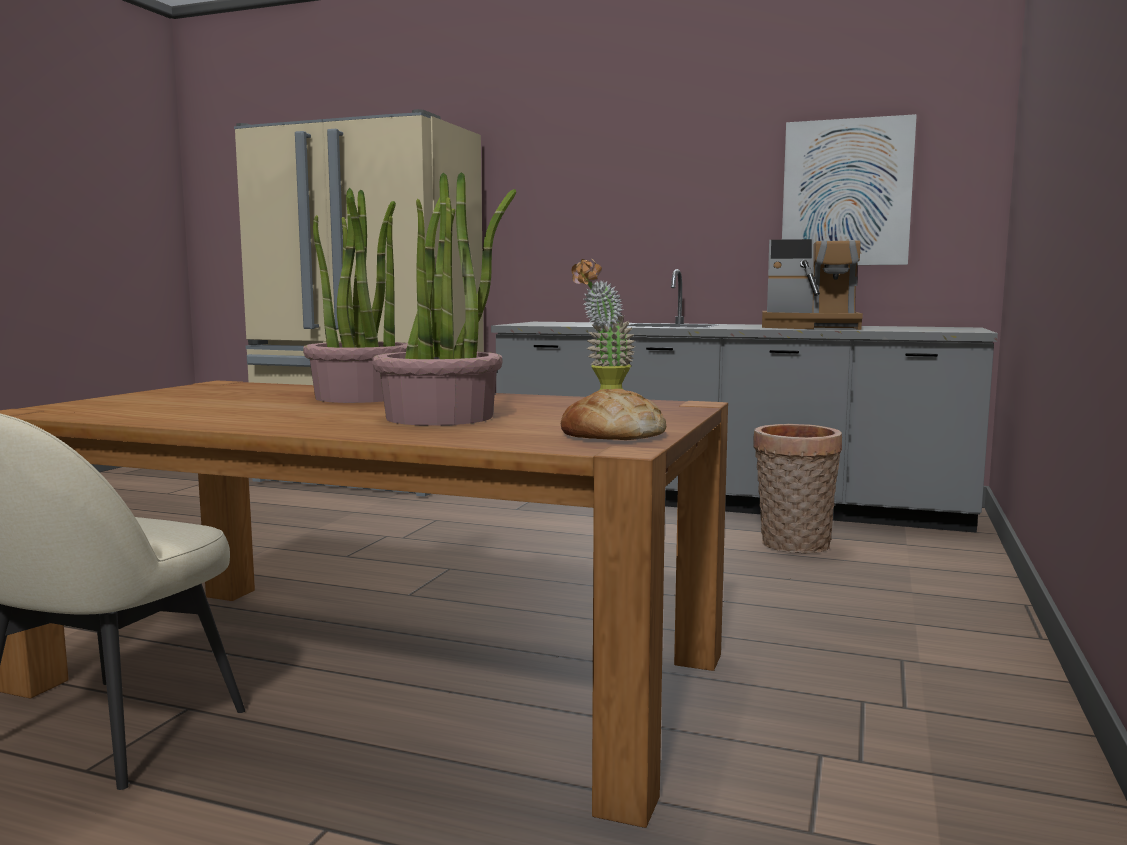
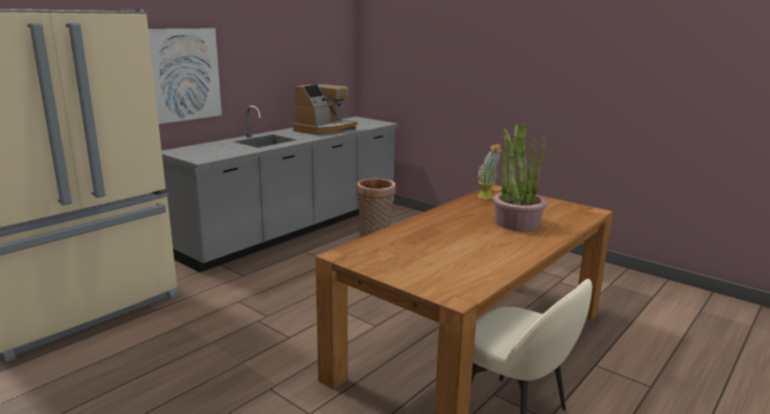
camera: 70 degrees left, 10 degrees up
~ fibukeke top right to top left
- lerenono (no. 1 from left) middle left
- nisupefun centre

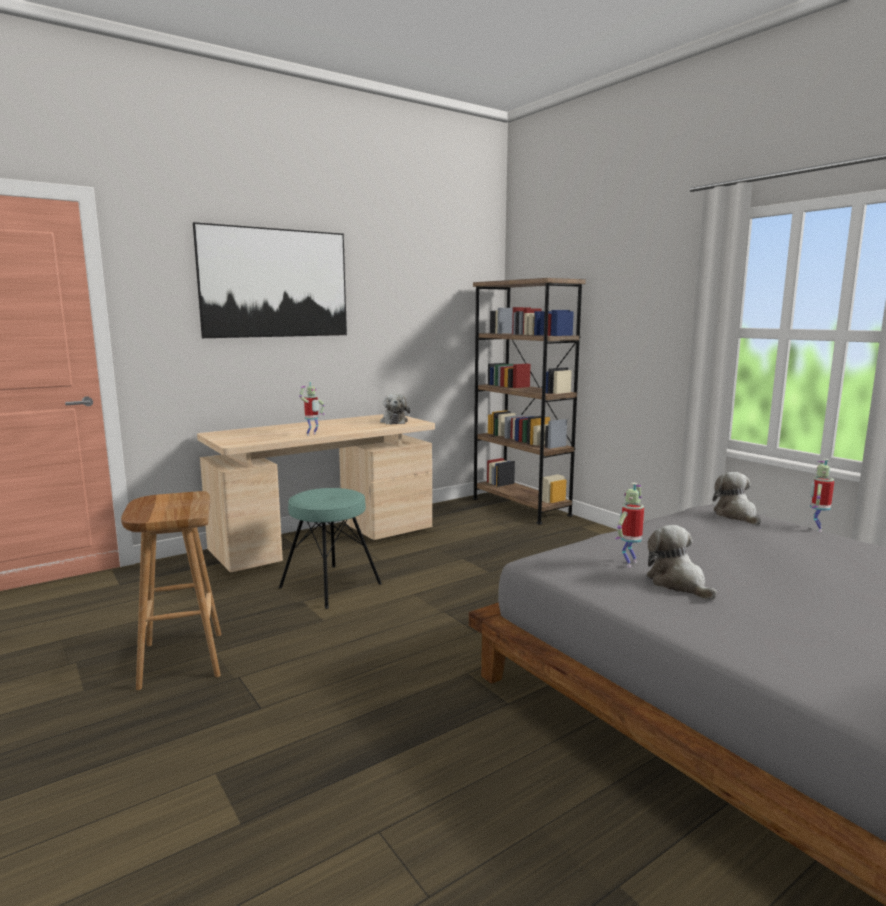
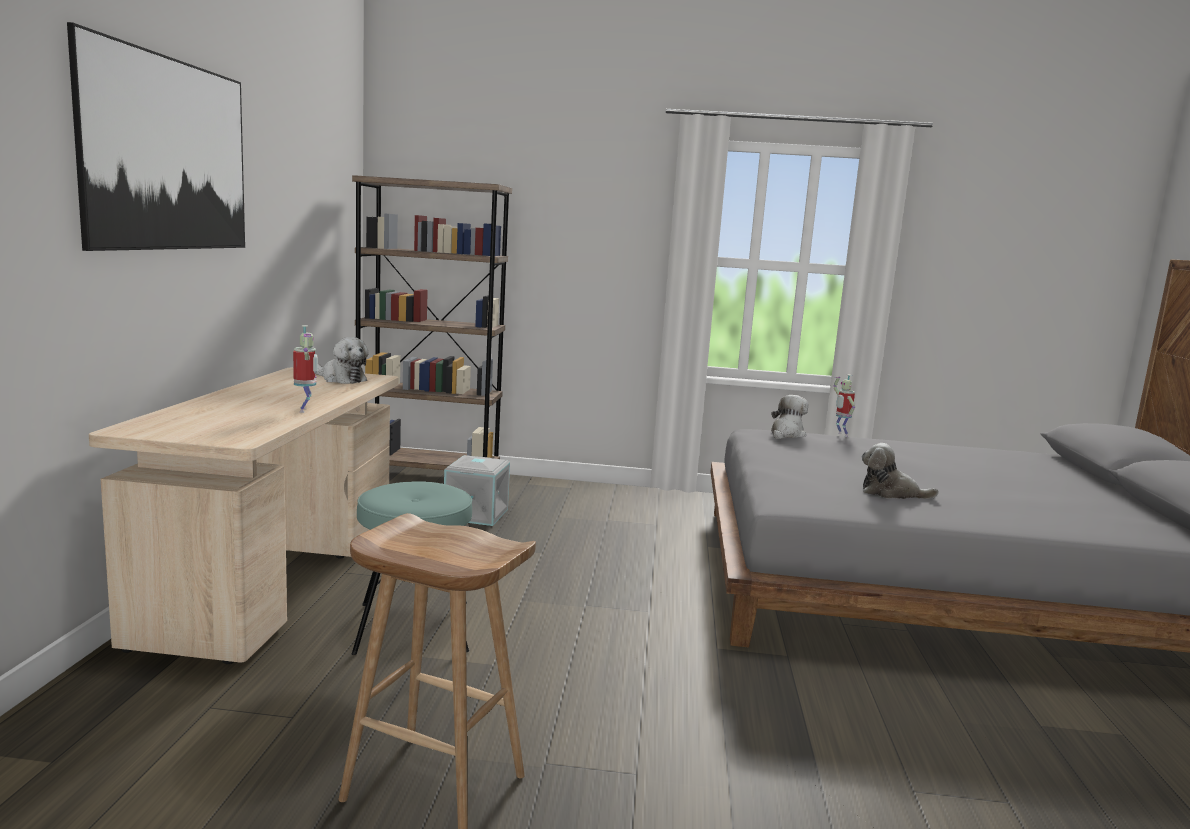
camera: 50 degrees left, 0 degrees up
~ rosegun (no. 3 from left in the first image) middle right = centre 90 degrees clockwise
- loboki (no. 2 from left) middle right
+ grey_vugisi centre

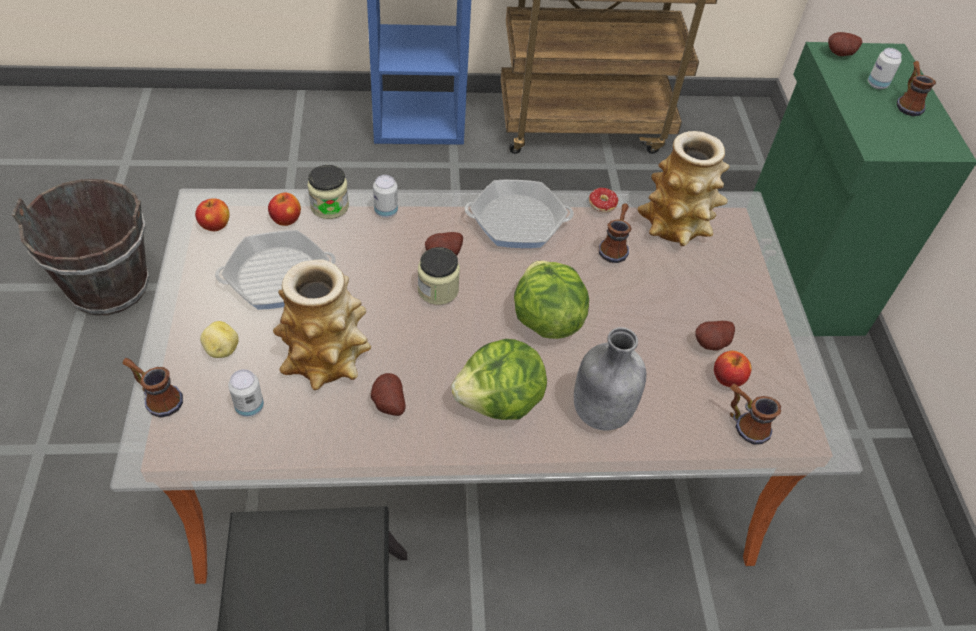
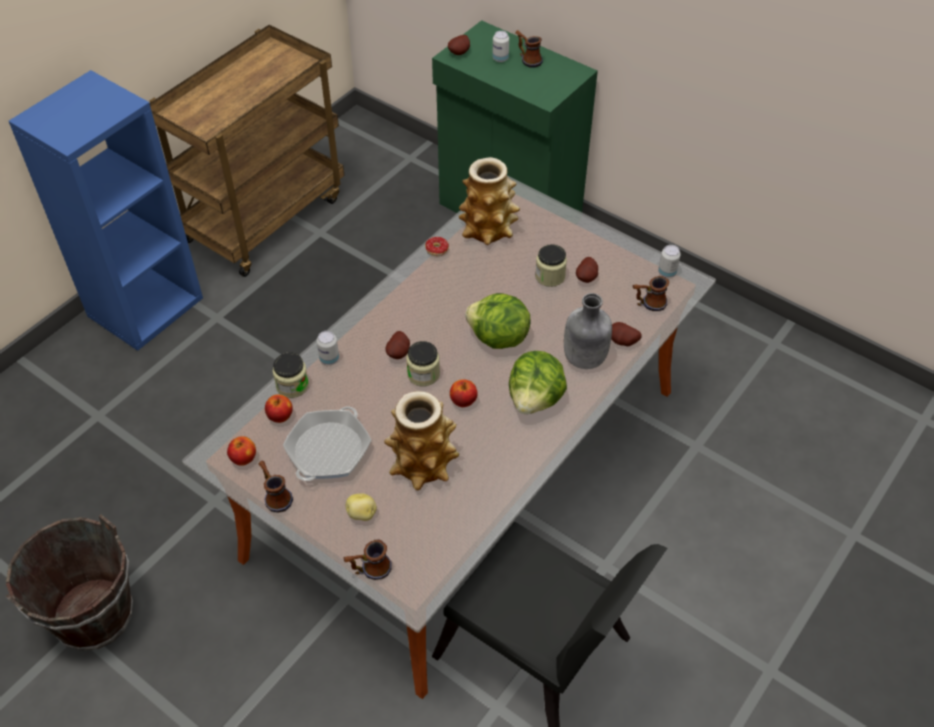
camera: 45 degrees left, 0 degrees up
- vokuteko (no. 2 from left) centre
~ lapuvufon (no. 2 from left in the first image) centre to lapuvufon (no. 1 from left) bottom left
~ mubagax (no. 3 from left) middle right to centre
~ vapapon (no. 1 from left in the first image) middle left to vapapon (no. 3 from left) middle right
~ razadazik (no. 2 from left in the first image) centre to razadazik (no. 5 from left) middle right
+ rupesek (no. 3 from left) centre

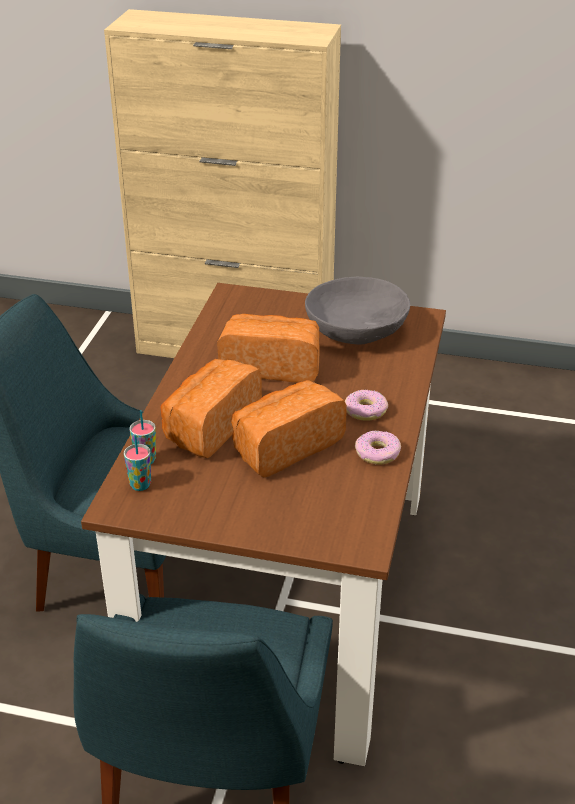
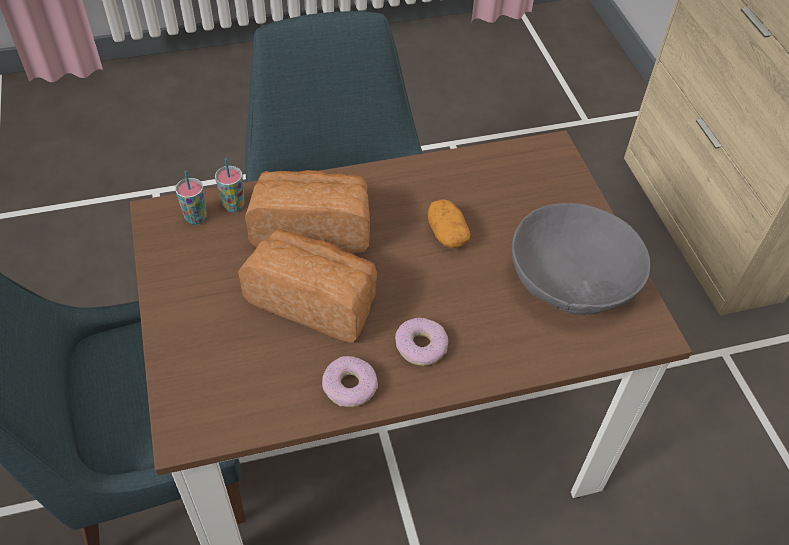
camera: 60 degrees right, 15 degrees up
~ nisupefun (no. 2 from left) centre to razadazik centre

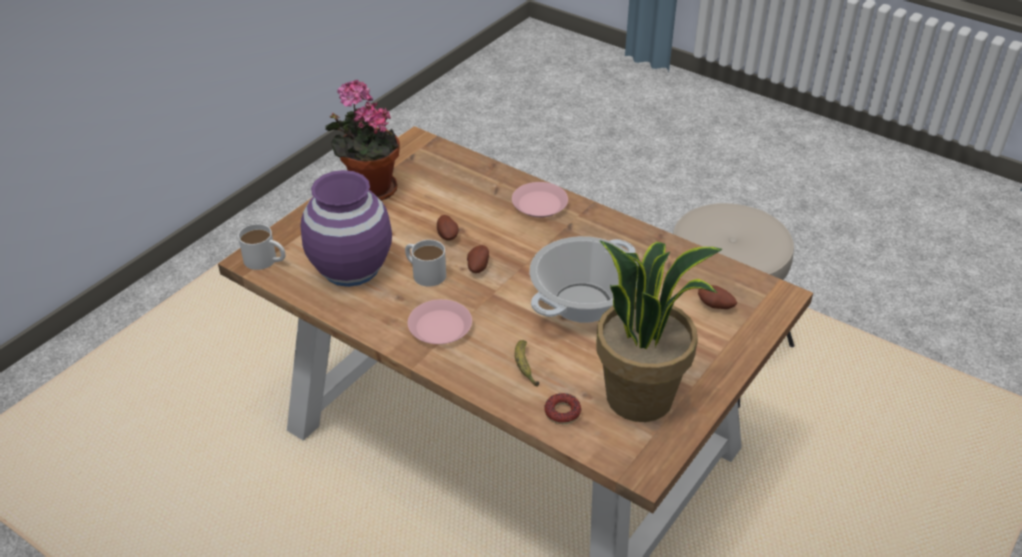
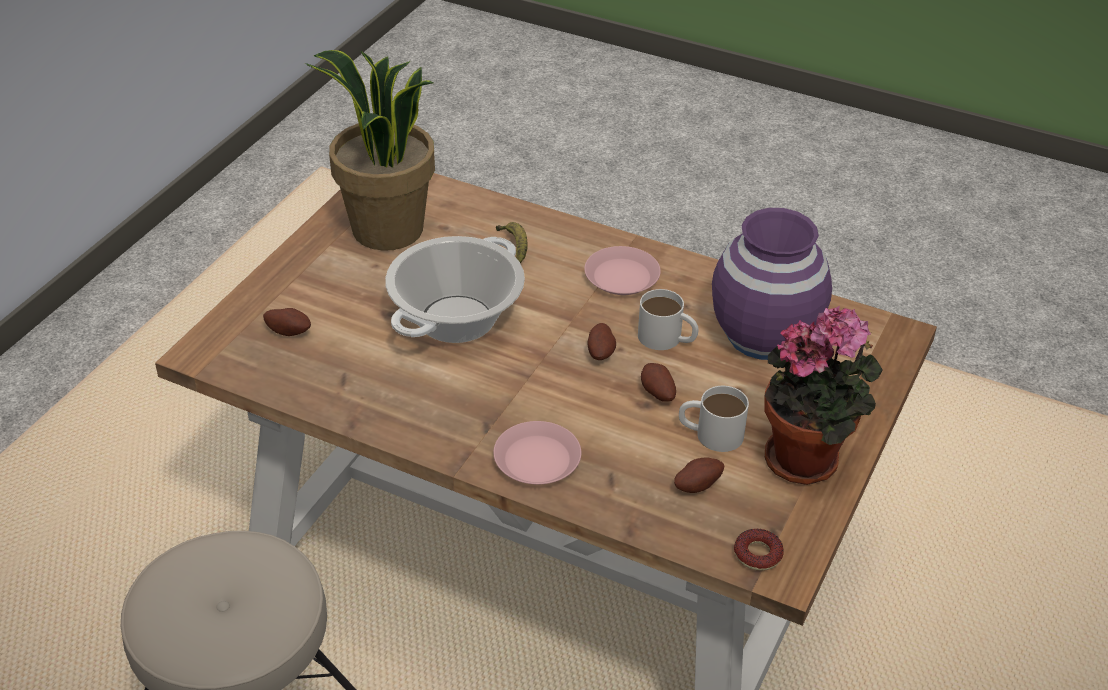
camera: 170 degrees right, 0 degrees up
~ white_lapuvufon (no. 1 from left in the first image) middle left to white_lapuvufon (no. 2 from left) centre
~ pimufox bottom centre to bottom right
+ razadazik (no. 4 from left) bottom centre

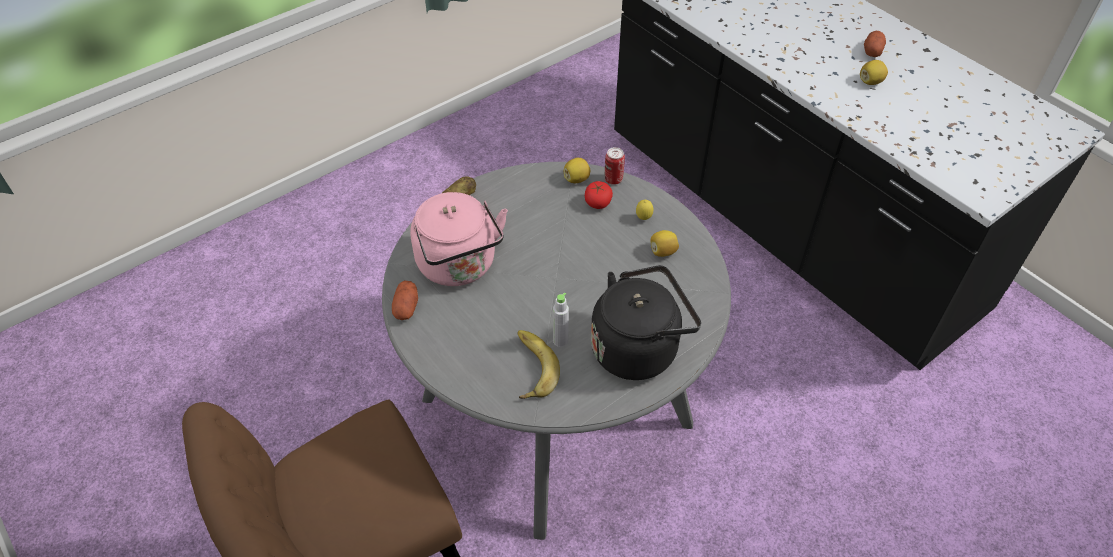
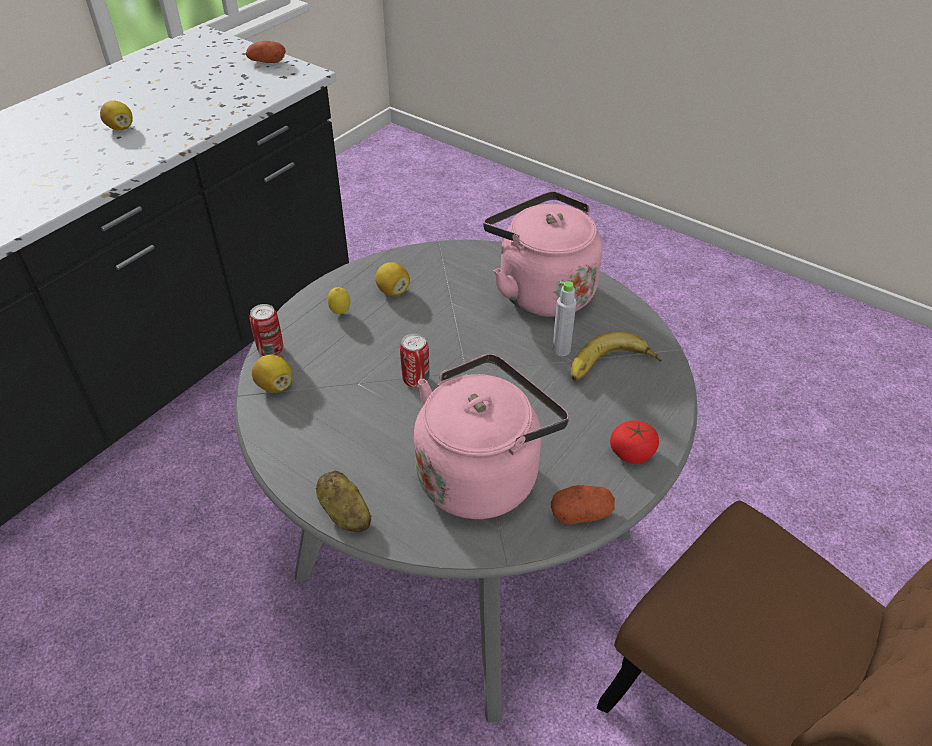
camera: 105 degrees left, 5 degrees down
~ razadazik (no. 3 from left in the first image) top right to razadazik (no. 1 from left) top left
~ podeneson centre to middle right
~ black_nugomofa centre to pink_nugomofa (no. 2 from left) centre
+ vapapon (no. 2 from left) centre

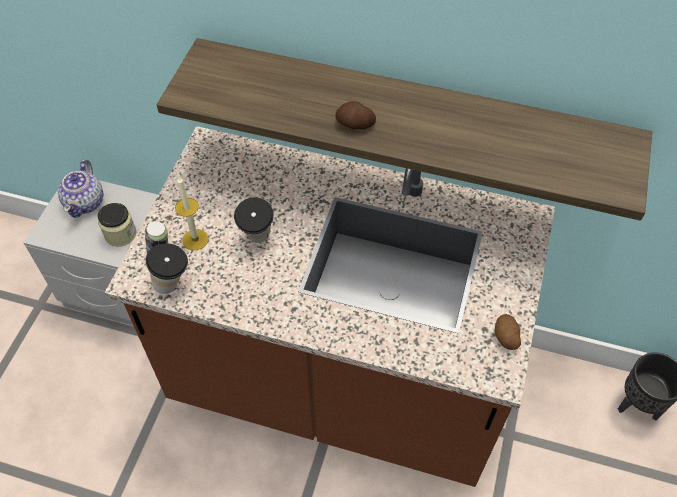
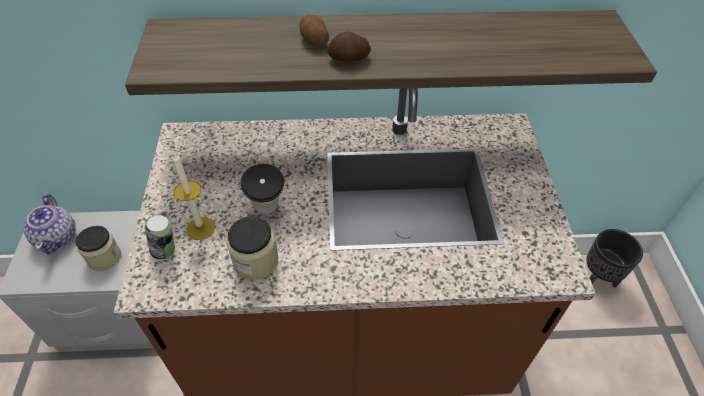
camera: 20 degrees left, 5 degrees down
- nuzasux (no. 1 from left) middle left
~ razadazik (no. 2 from left in the first image) bottom right to razadazik (no. 1 from left) top centre
+ rupesek (no. 2 from left) centre

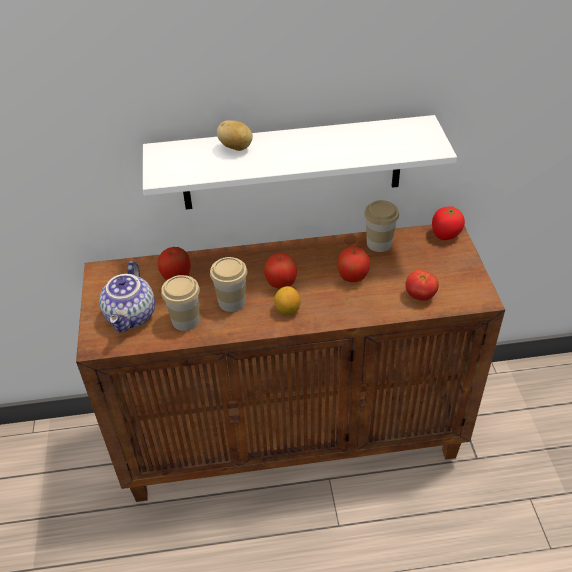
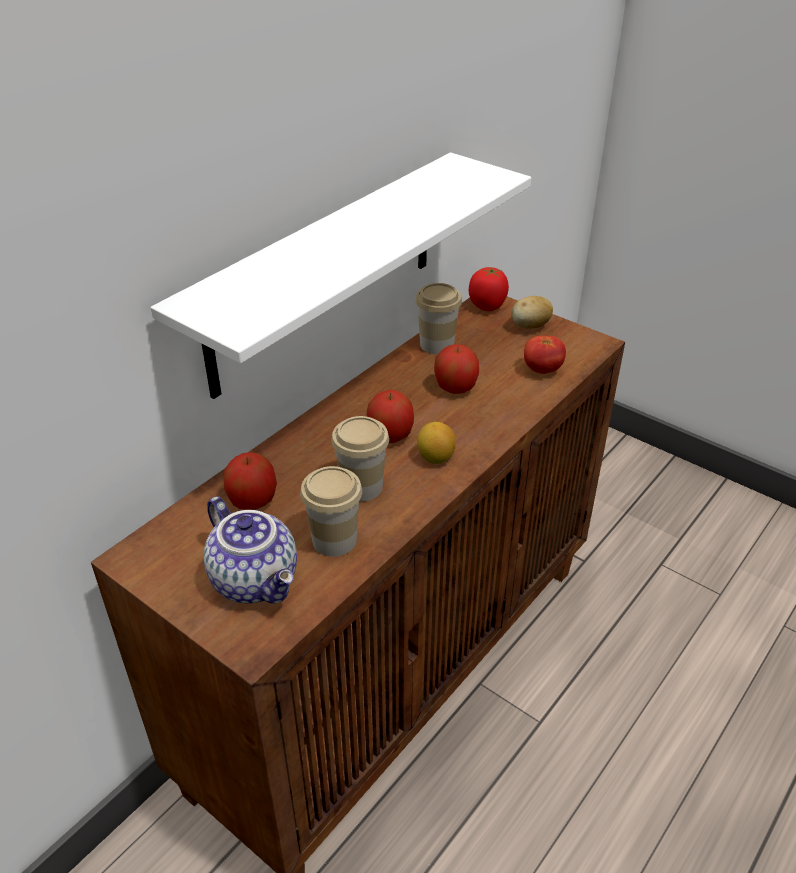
camera: 45 degrees left, 5 degrees down
~ razadazik top centre to middle right

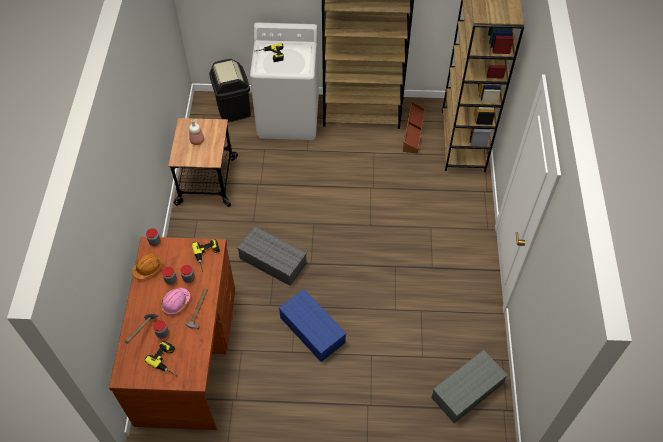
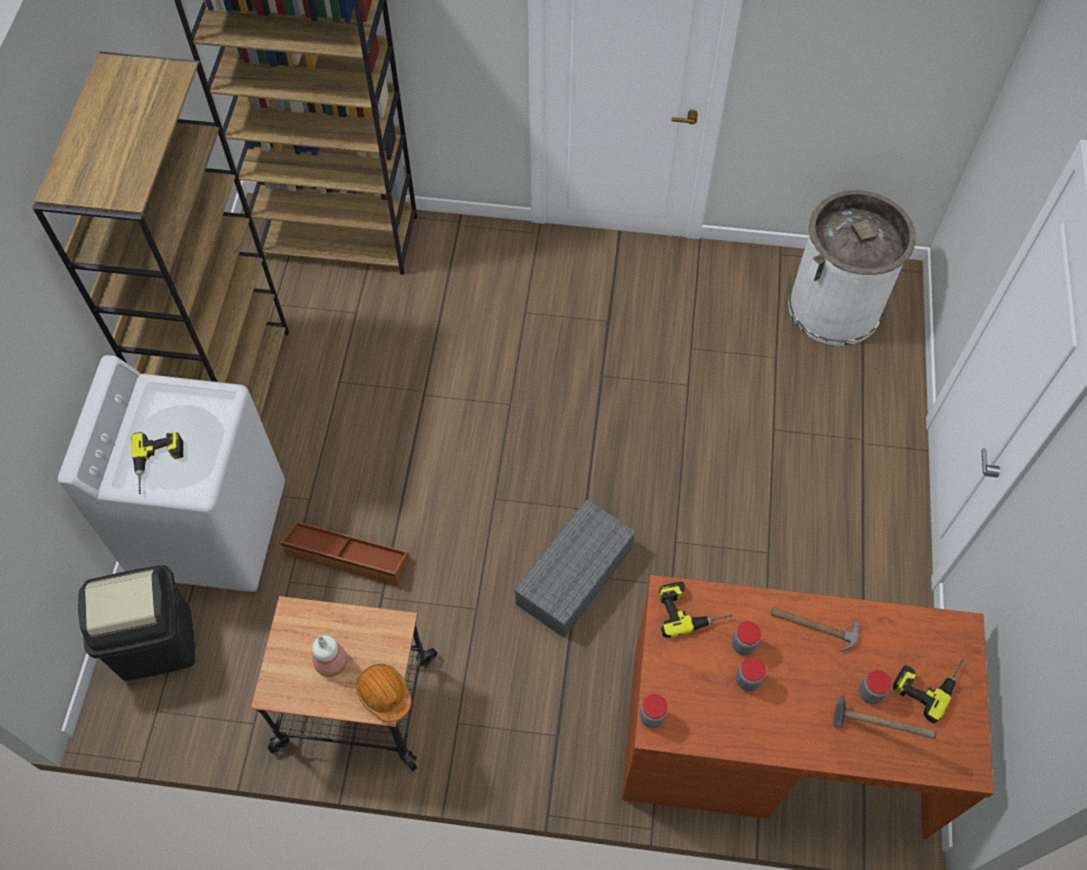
camera: 85 degrees left, 5 degrees up
~ brown_vugisi top centre to middle left
~ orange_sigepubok middle left to bottom centre
- pink_sigepubok bottom left
- blue_vugisi bottom centre
~ grey_vugisi (no. 2 from left) bottom right to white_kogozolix top right

